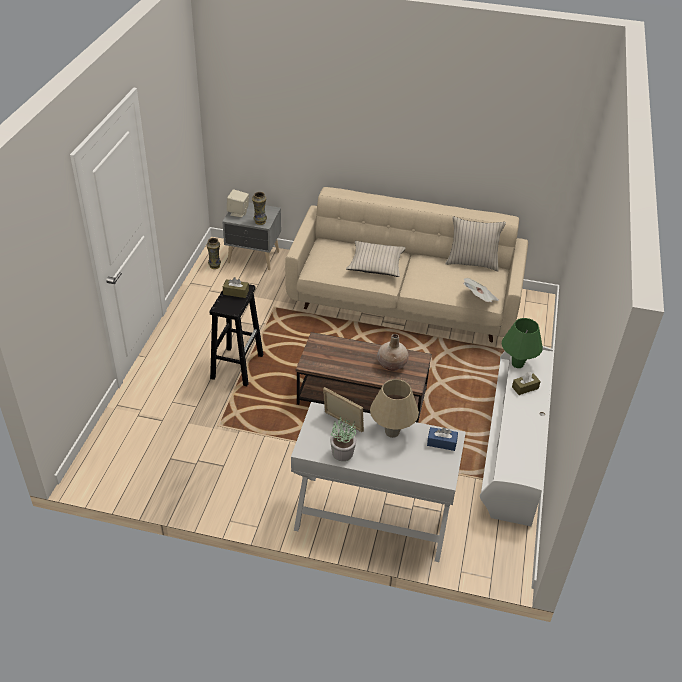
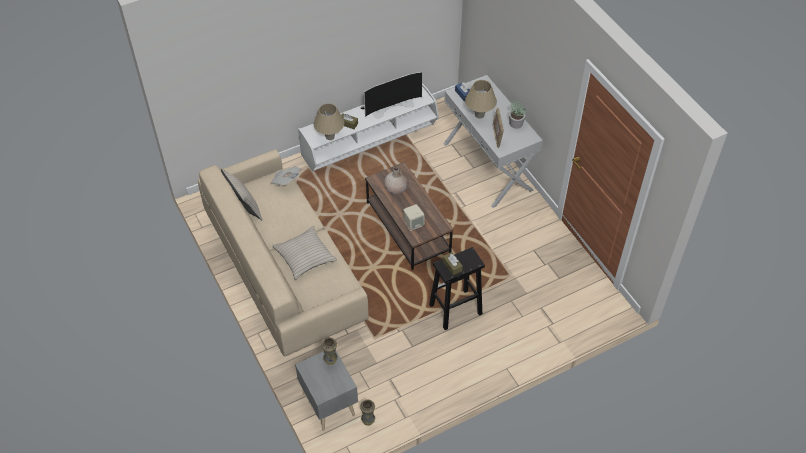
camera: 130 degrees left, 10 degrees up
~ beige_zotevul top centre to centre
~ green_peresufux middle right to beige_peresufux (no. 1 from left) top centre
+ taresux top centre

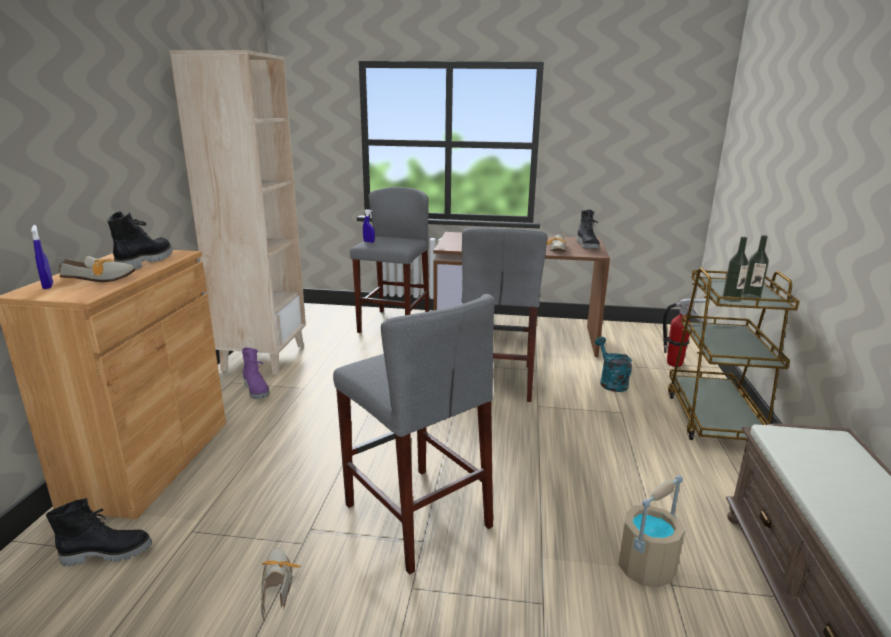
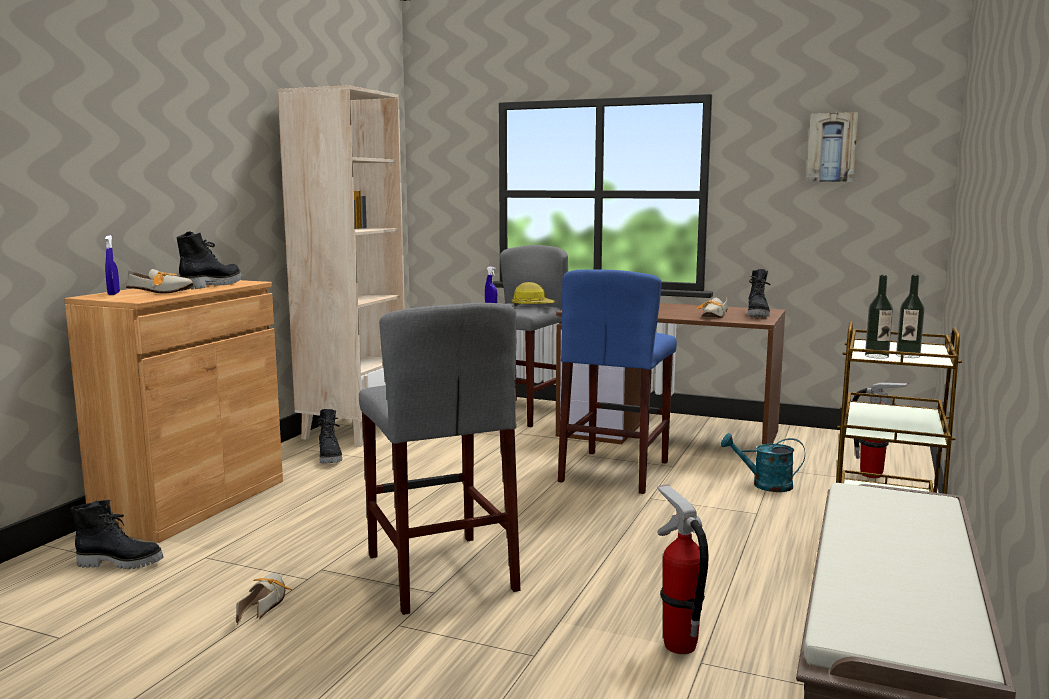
camera: 15 degrees right, 10 degrees down
~ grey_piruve (no. 3 from left) centre to blue_piruve centre
~ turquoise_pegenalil middle right = middle right 75 degrees counterclockwise
~ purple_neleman middle left to black_neleman (no. 3 from left) middle left
~ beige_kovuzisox bottom right to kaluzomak (no. 1 from left) bottom centre
+ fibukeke top right
+ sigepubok centre

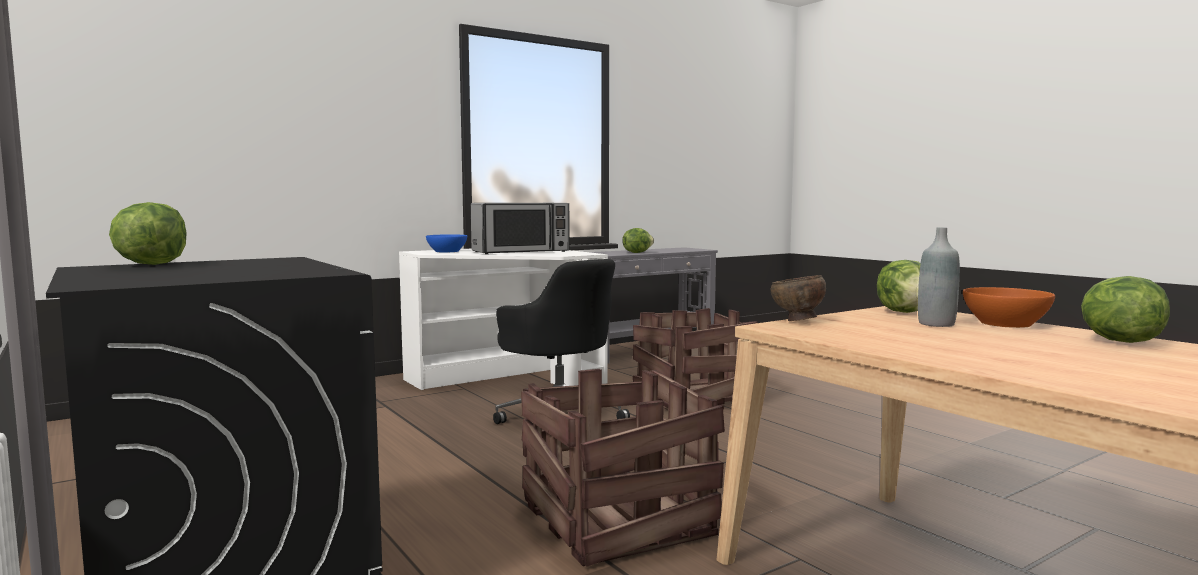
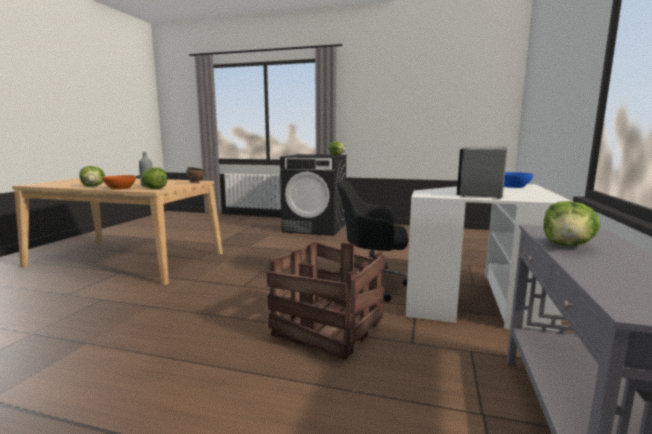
camera: 140 degrees right, 5 degrees up
- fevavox (no. 1 from left) bottom centre

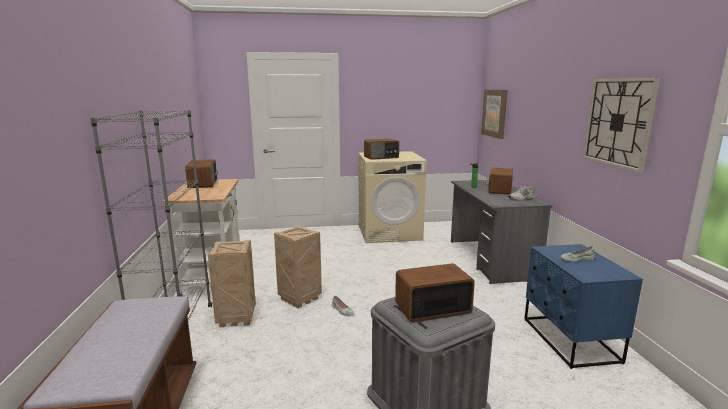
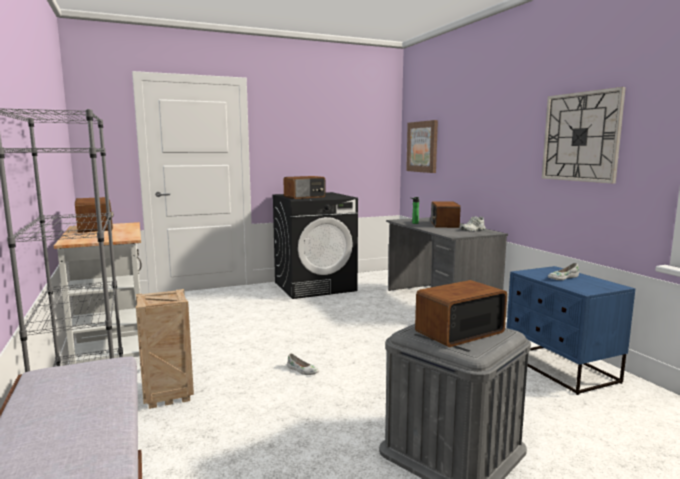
camera: 15 degrees left, 5 degrees down
~ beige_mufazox centre to black_mufazox centre
- fevavox (no. 2 from left) centre

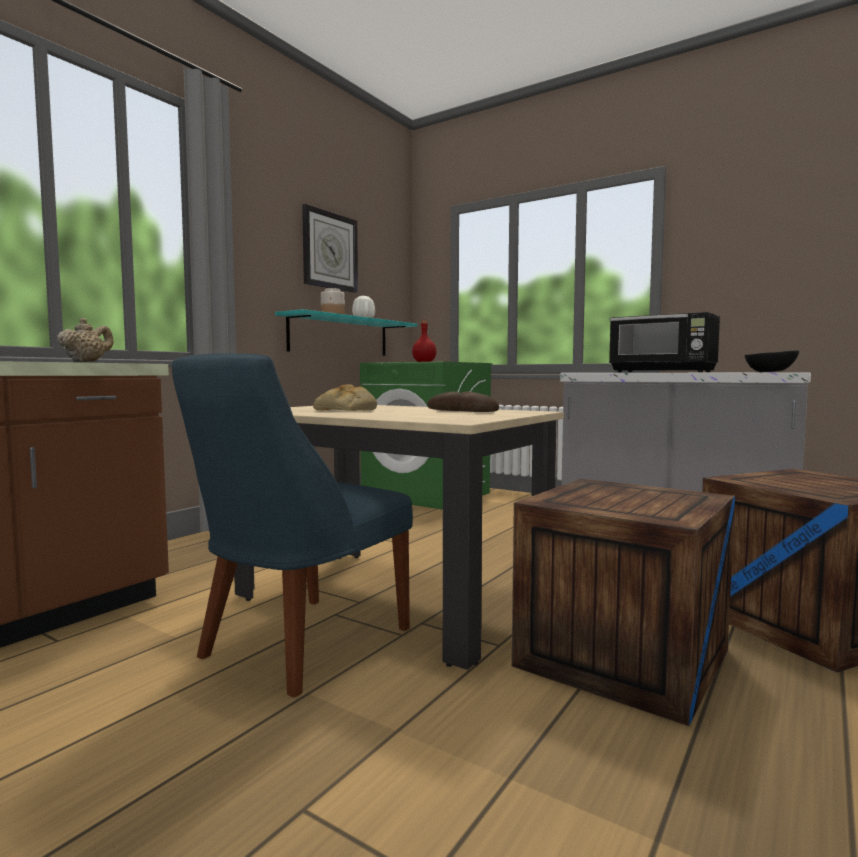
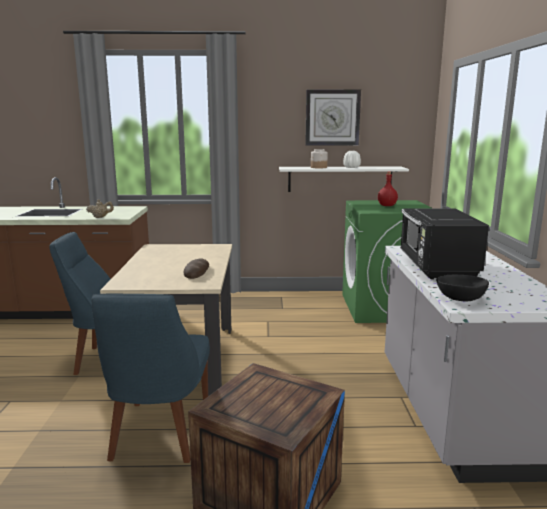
camera: 55 degrees right, 10 degrees up
~ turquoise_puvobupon centre to white_puvobupon centre
- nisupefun (no. 1 from left) centre
~ fevavox (no. 1 from left) bottom right to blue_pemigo (no. 2 from left) bottom left

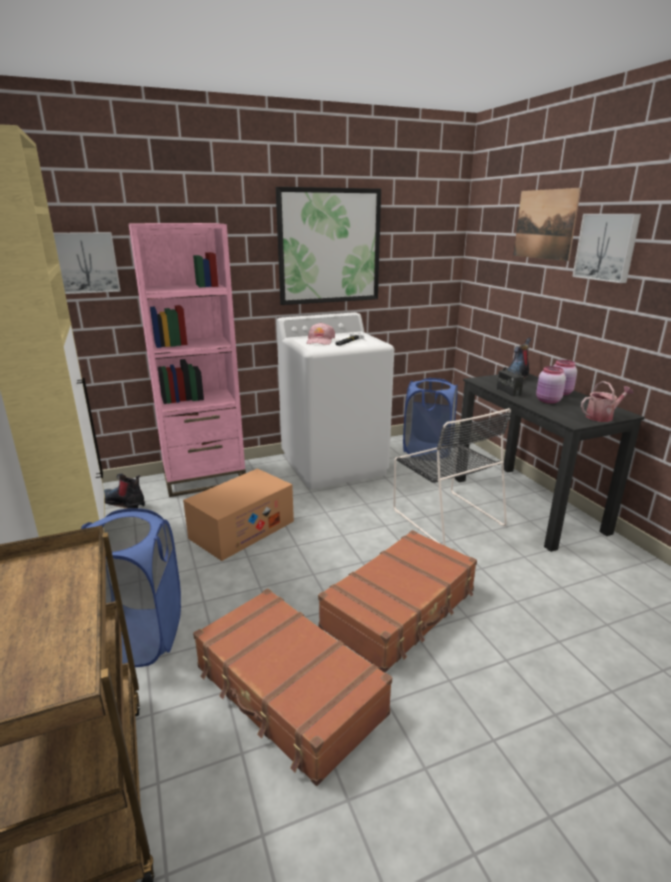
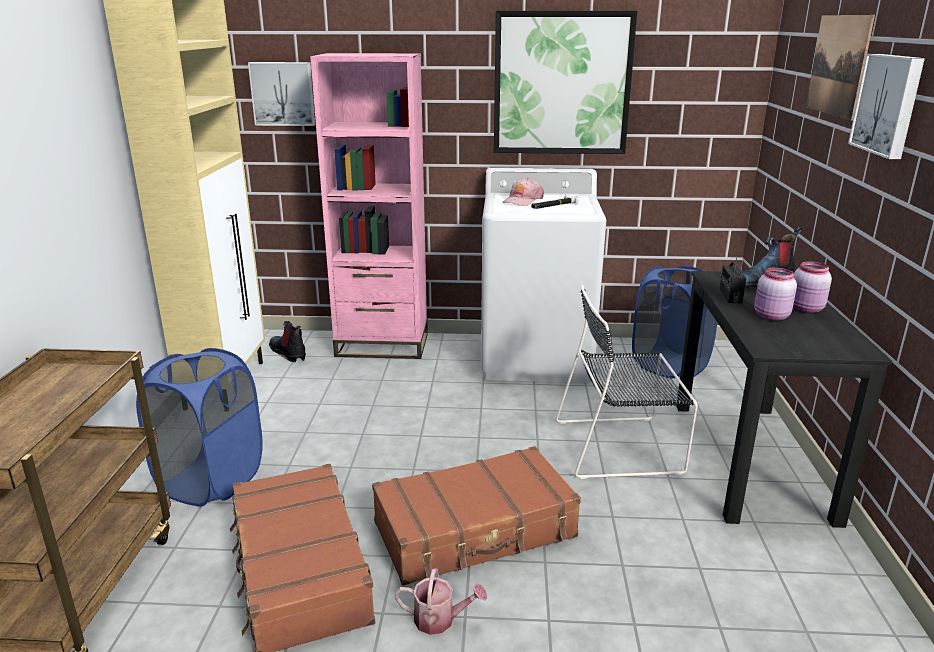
camera: 25 degrees right, 0 degrees up
~ pegenalil middle right to bottom centre
~ black_pemigo middle right = middle right 90 degrees clockwise
- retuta centre

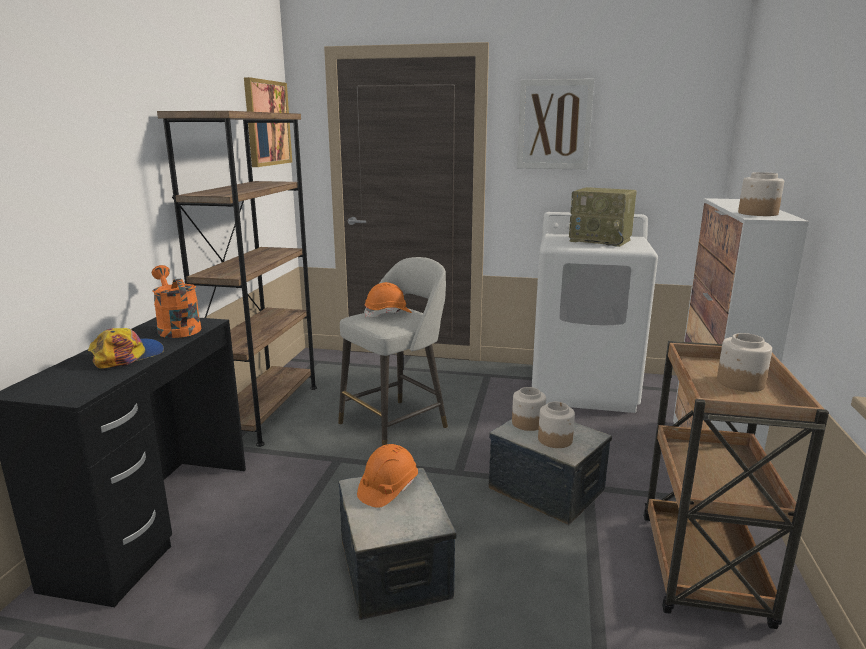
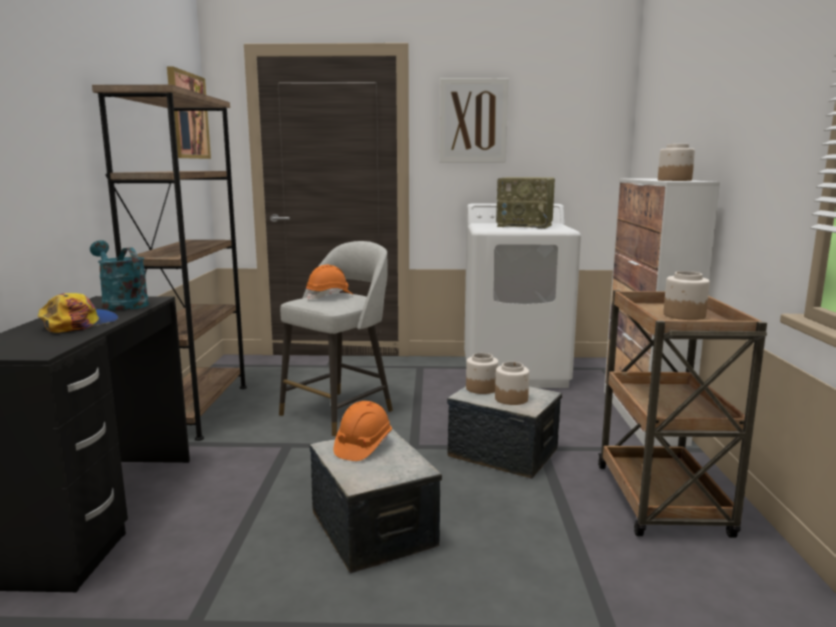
camera: 10 degrees left, 5 degrees down
~ orange_pegenalil middle left to turquoise_pegenalil middle left

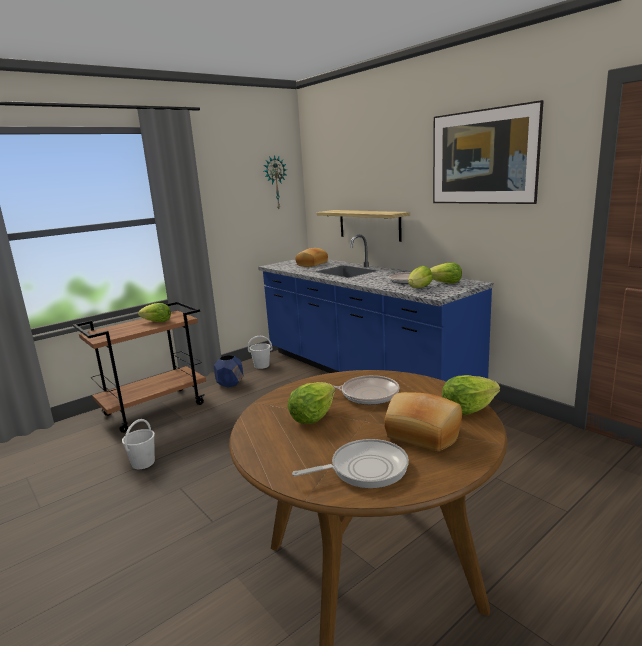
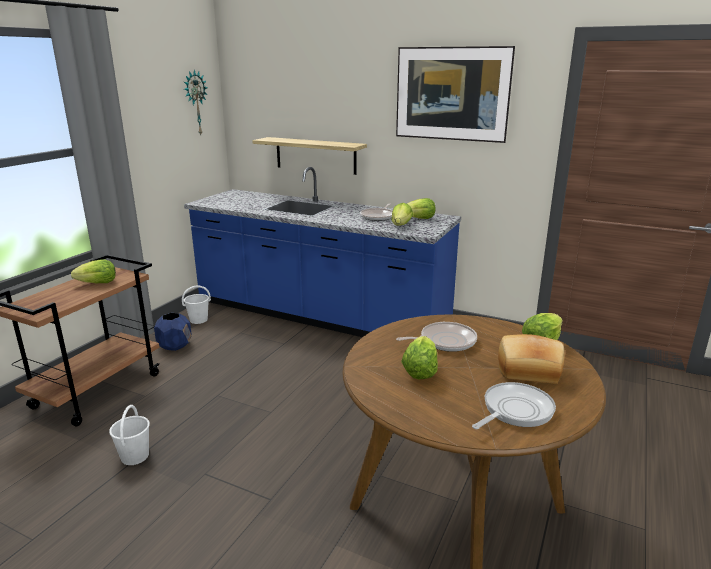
camera: 25 degrees left, 5 degrees up
- nisupefun (no. 1 from left) centre

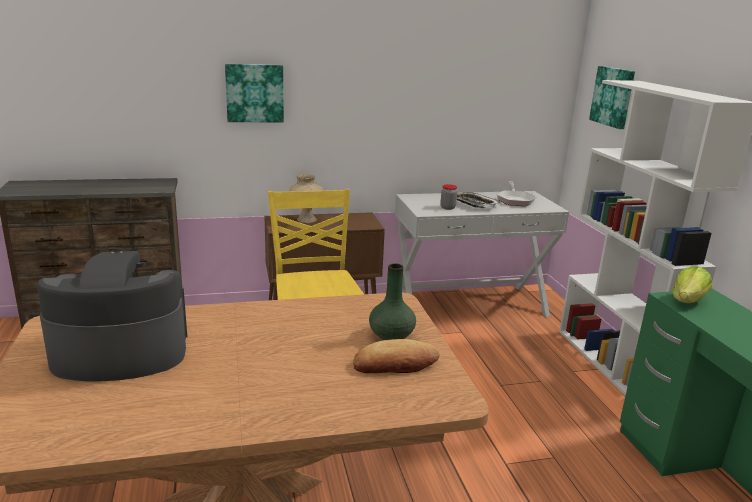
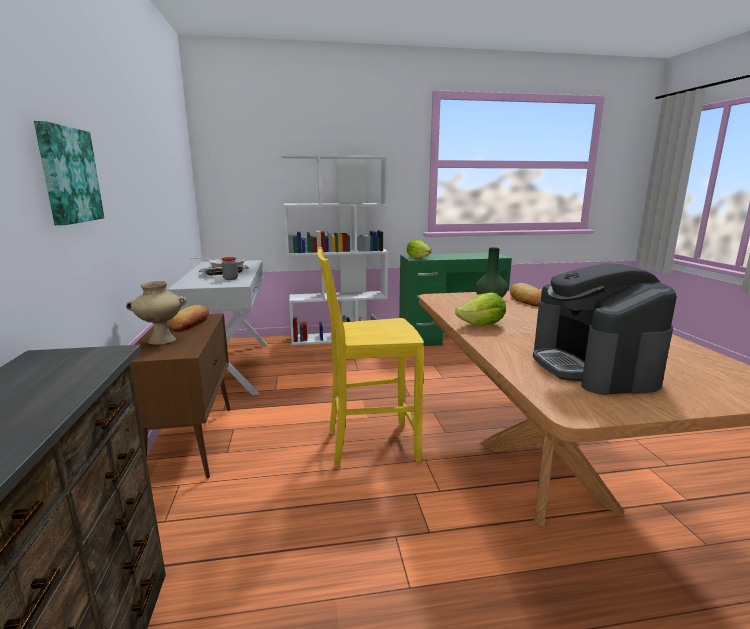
camera: 85 degrees left, 5 degrees down
- fibukeke (no. 2 from left) top right
+ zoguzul (no. 2 from left) centre
+ nisupefun (no. 1 from left) middle left

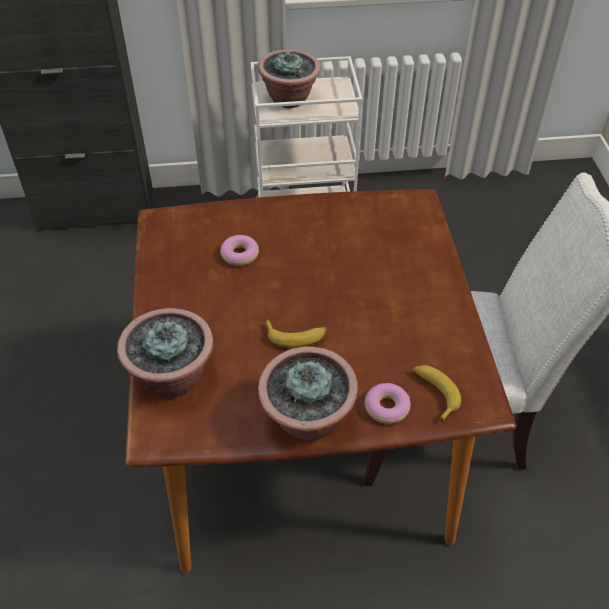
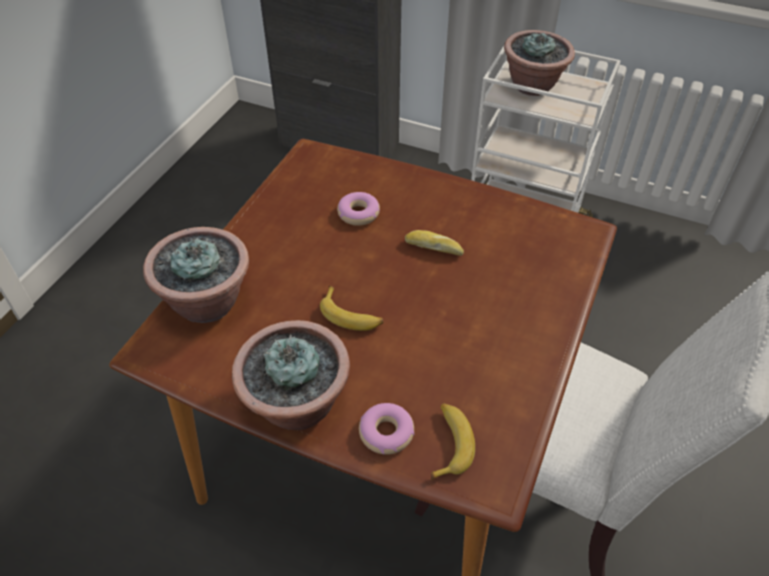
camera: 30 degrees right, 0 degrees up
+ nisupefun centre

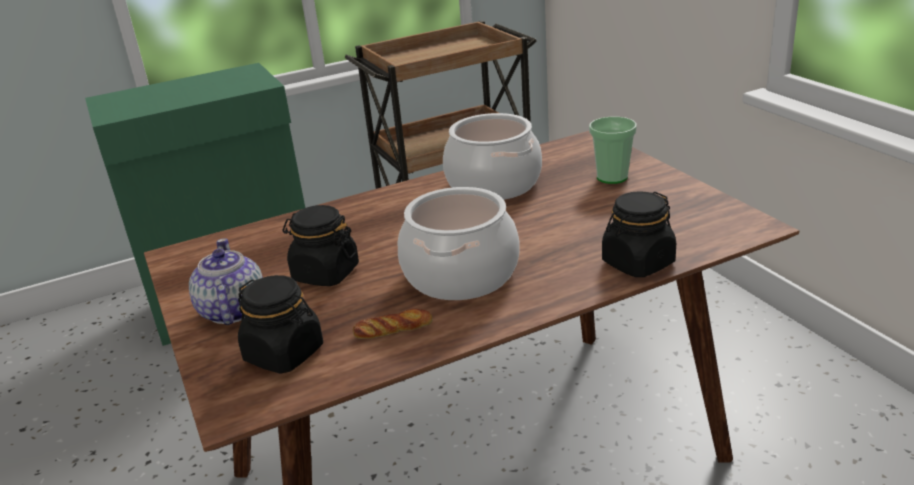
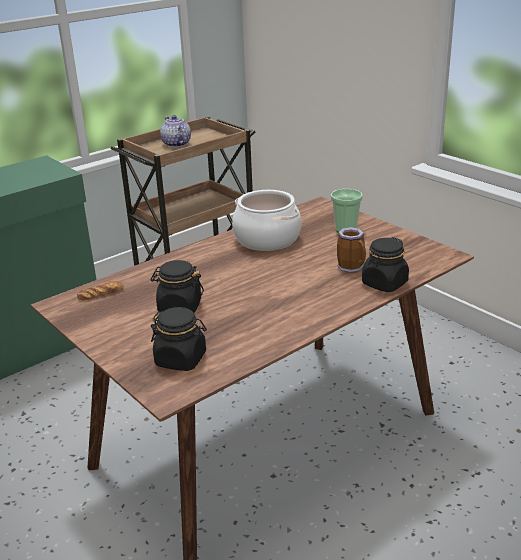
camera: 15 degrees left, 0 degrees up
- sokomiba (no. 1 from left) centre
~ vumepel middle left to top centre
~ nisupefun bottom centre to middle left
+ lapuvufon middle right

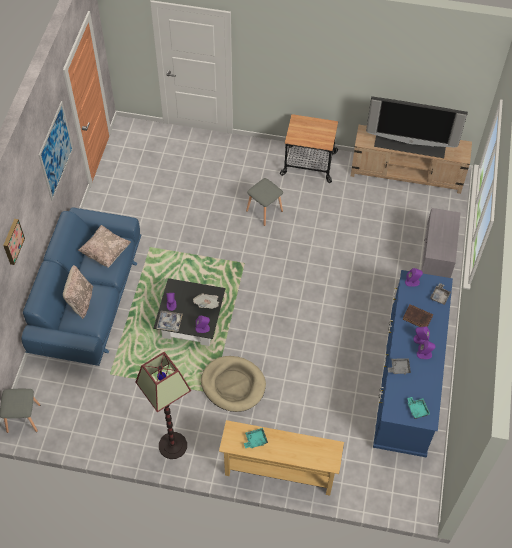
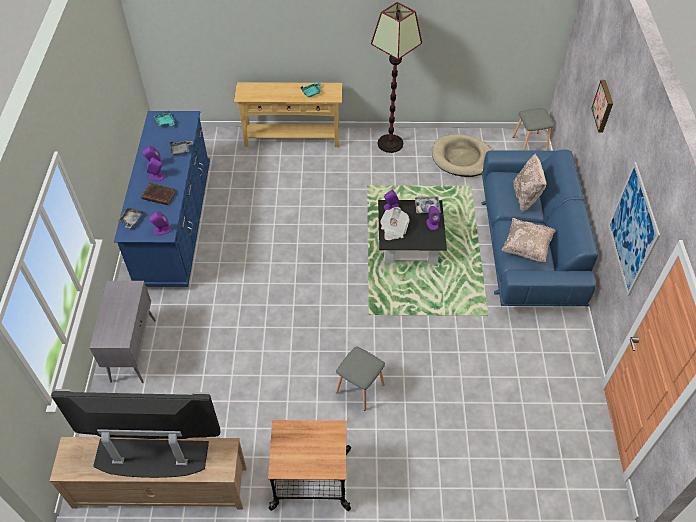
camera: 170 degrees right, 5 degrees down
~ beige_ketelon bottom centre to top centre

